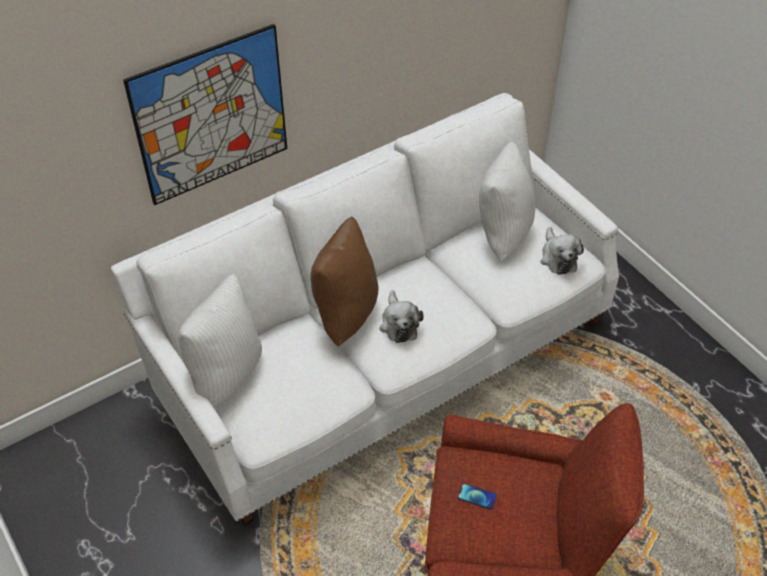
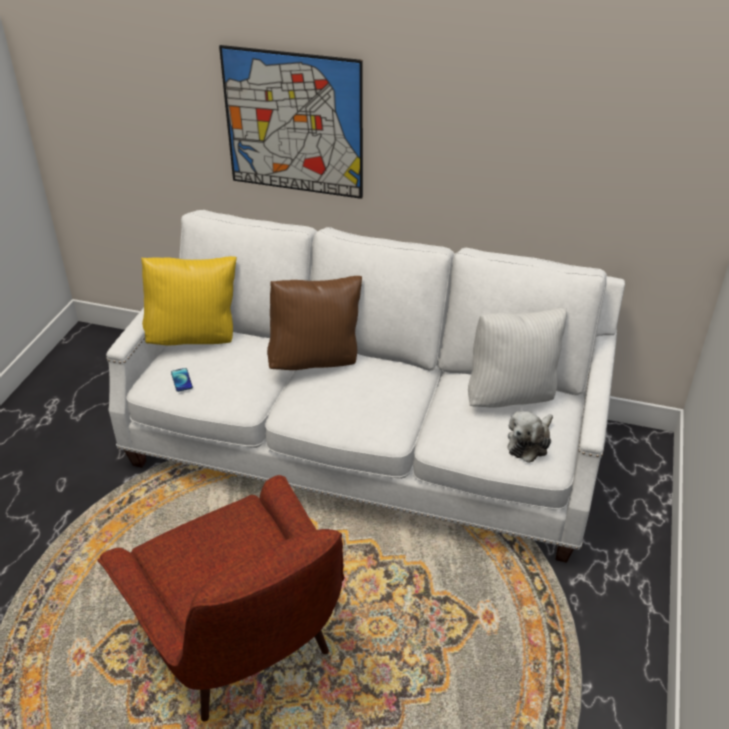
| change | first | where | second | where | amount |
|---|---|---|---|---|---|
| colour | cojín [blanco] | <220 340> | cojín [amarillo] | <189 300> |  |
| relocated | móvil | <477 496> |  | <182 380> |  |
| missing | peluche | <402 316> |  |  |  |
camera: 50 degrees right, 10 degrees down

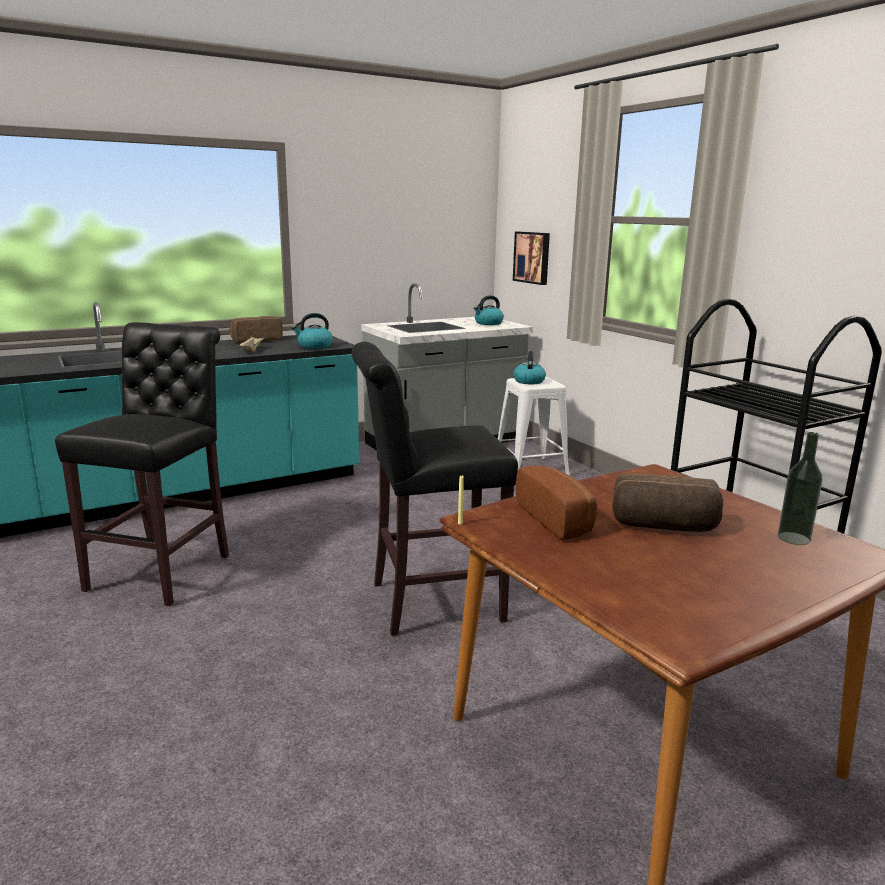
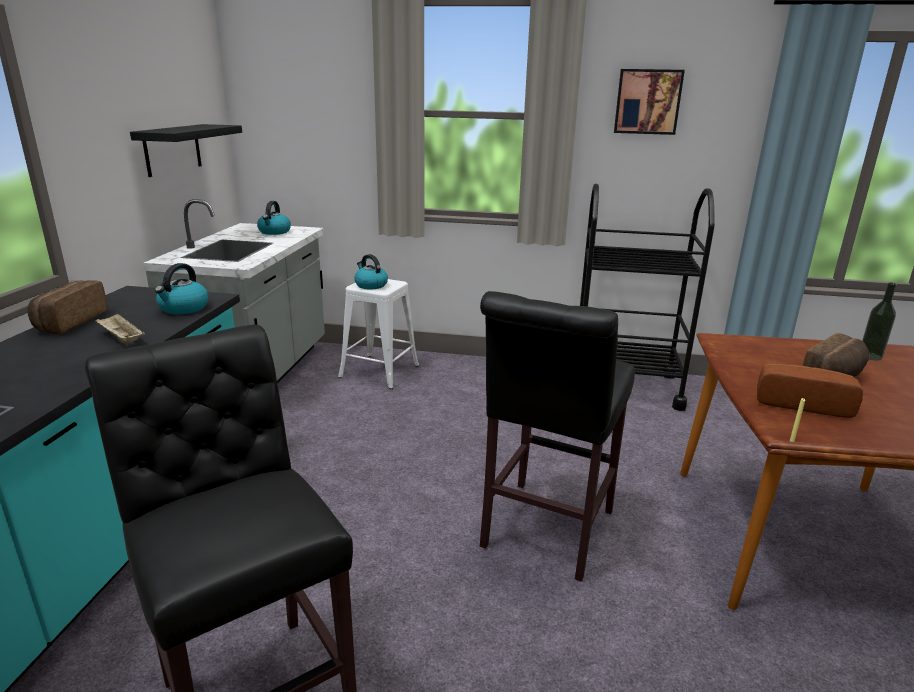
| change | first | where | second | where | amount |
|---|---|---|---|---|---|
| appeared |  |  | estante [negro] | <186 150> |  |
| relocated | cuadro | <531 258> |  | <649 102> |  |
camera: 50 degrees left, 5 degrees up

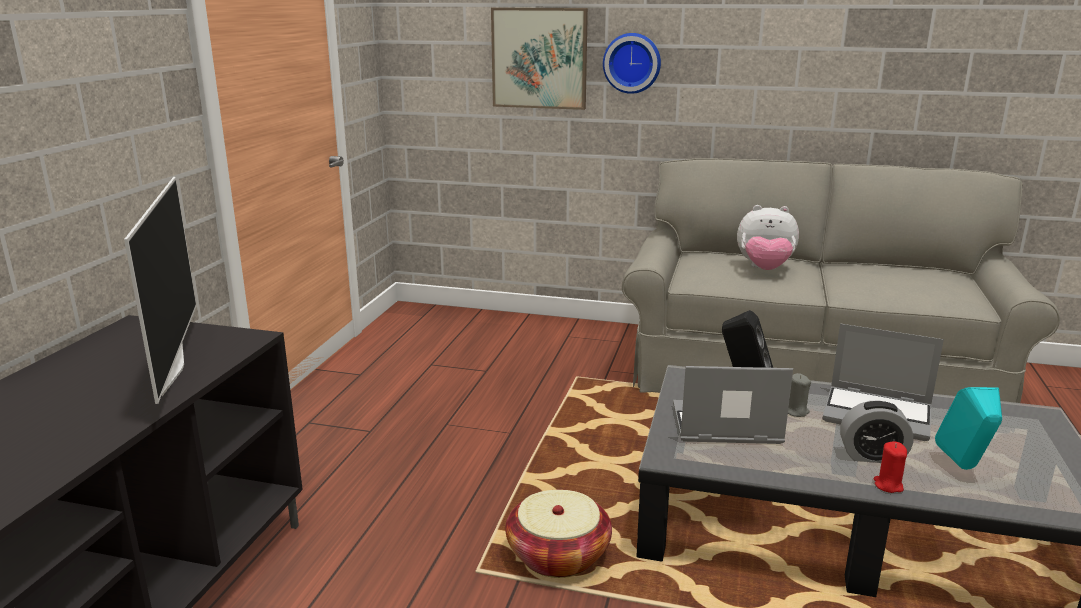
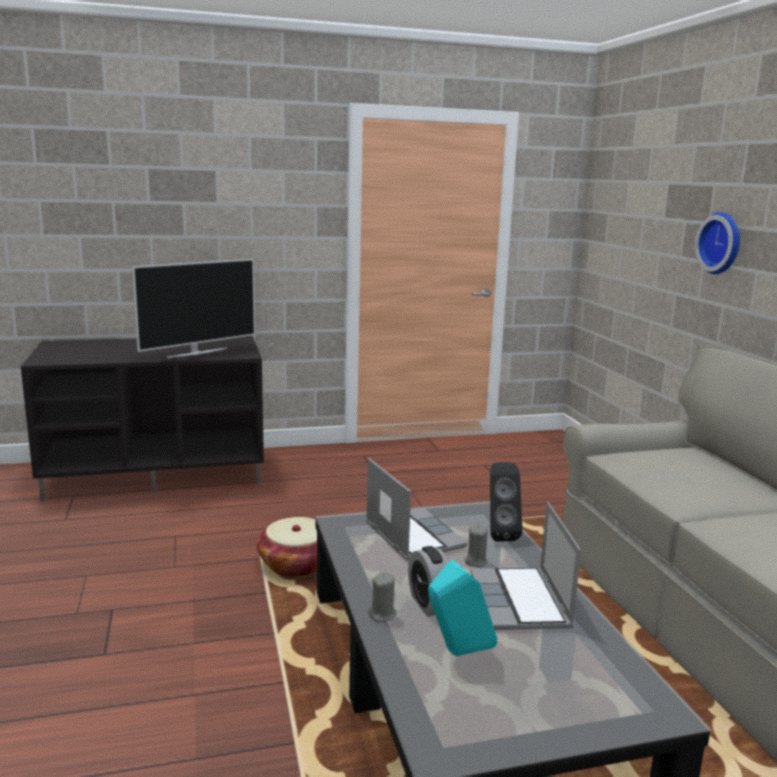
| change | first | where | second | where | amount |
|---|---|---|---|---|---|
| colour | vela [rojo] | <890 467> | vela [gris] | <382 597> |  |
| missing | cuadro | <539 59> |  |  |  |
| missing | peluche | <768 237> |  |  |  |
camera: 60 degrees right, 5 degrees down

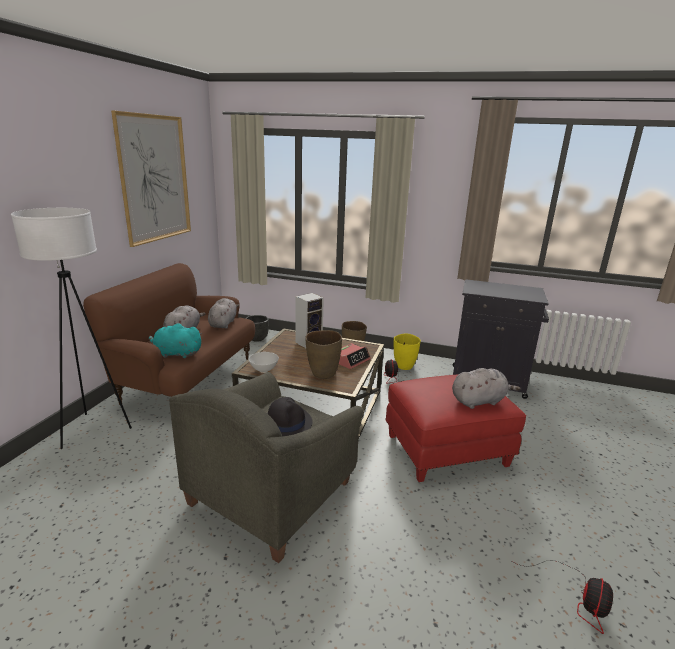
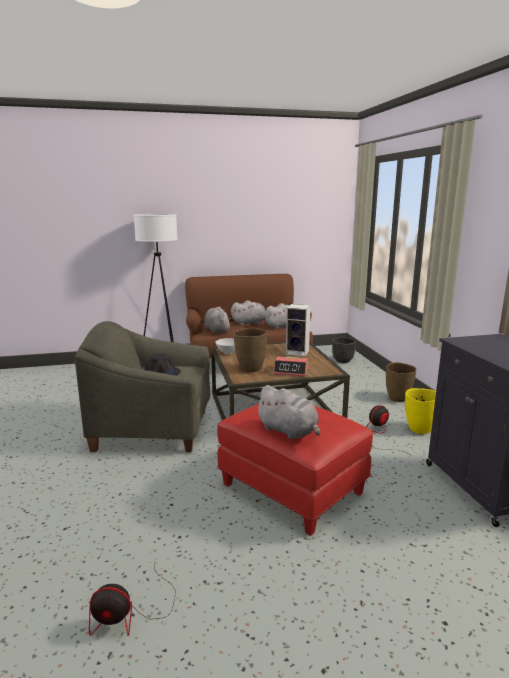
| change | first | where | second | where | amount |
|---|---|---|---|---|---|
| colour | peluche [turquesa] | <176 341> | peluche [gris] | <217 320> |  |
| missing | cuadro | <151 178> |  |  |  |
camera: 60 degrees right, 5 degrees down

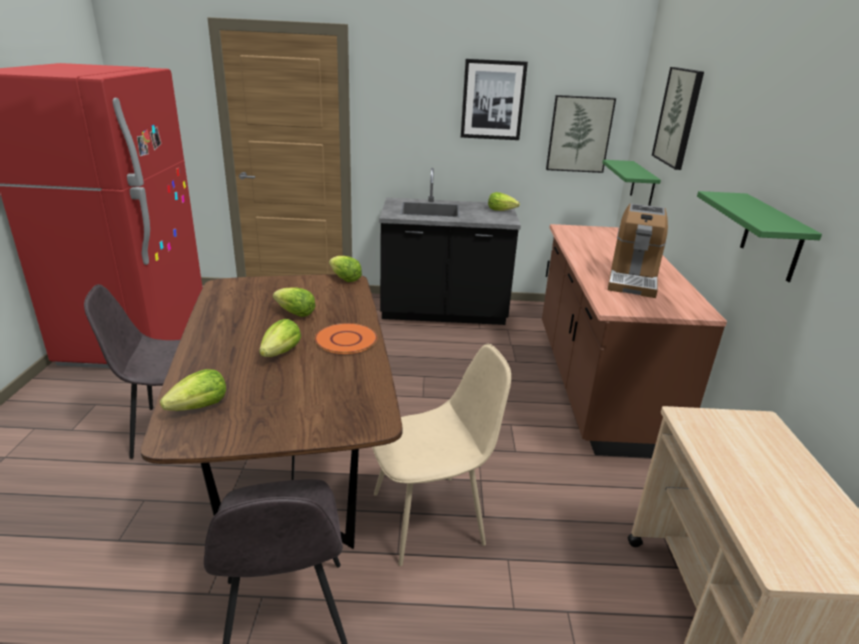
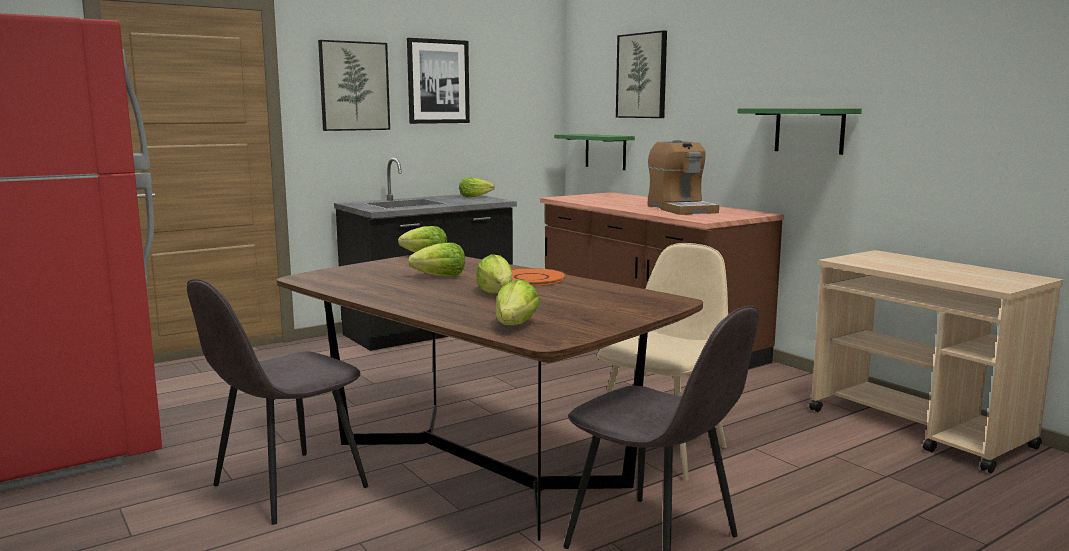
| change | first | where | second | where | amount |
|---|---|---|---|---|---|
| relocated | cuadro | <581 134> |  | <354 85> |  |
camera: 35 degrees left, 15 degrees down

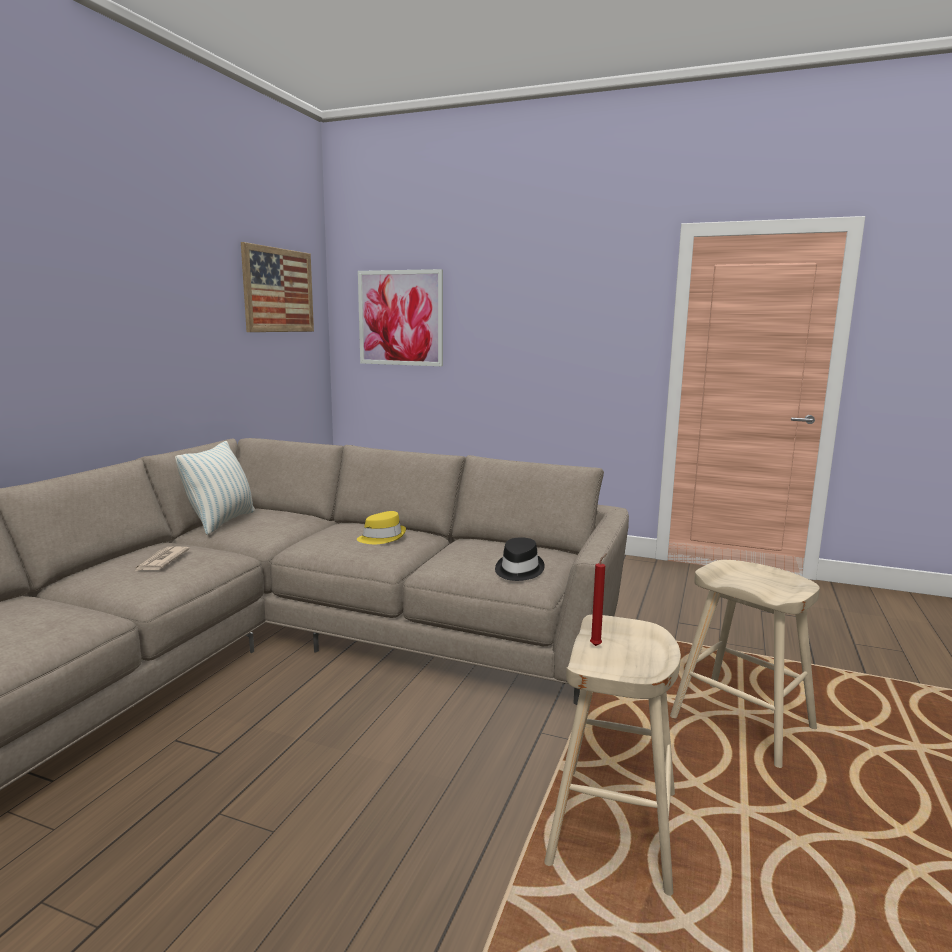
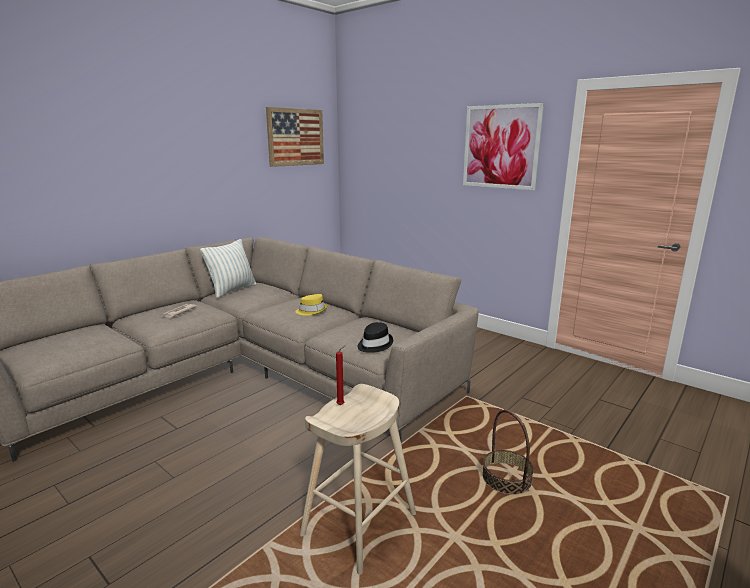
| change | first | where | second | where | amount |
|---|---|---|---|---|---|
| relocated | cuadro | <400 317> |  | <503 146> |  |
| exchanged | taburete [beis] | <745 664> | cesta | <508 452> |  |
camera: 20 degrees right, 5 degrees up

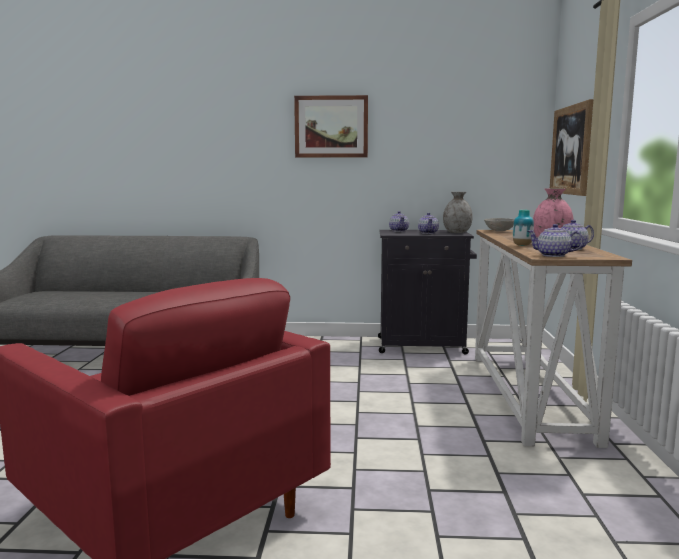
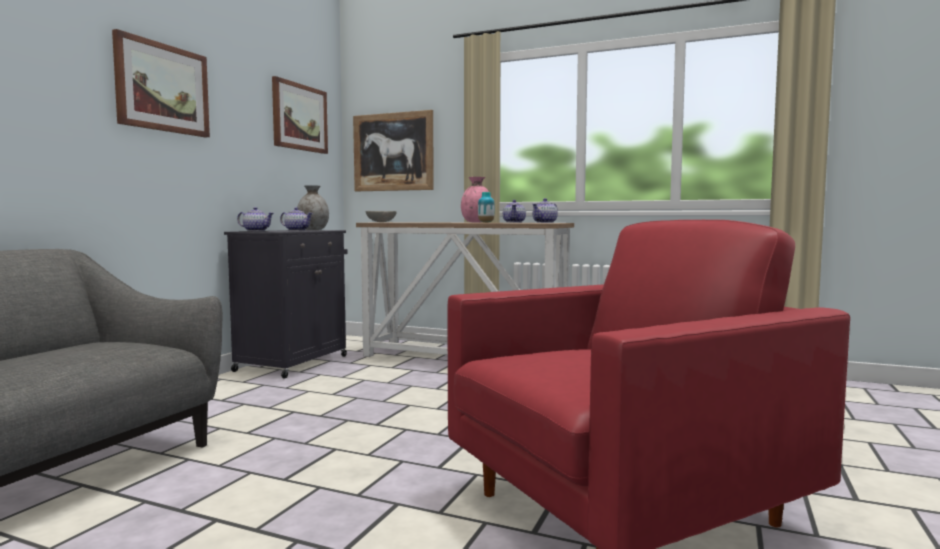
| change | first | where | second | where | amount |
|---|---|---|---|---|---|
| appeared |  |  | cuadro | <300 115> |  |
camera: 70 degrees left, 5 degrees down

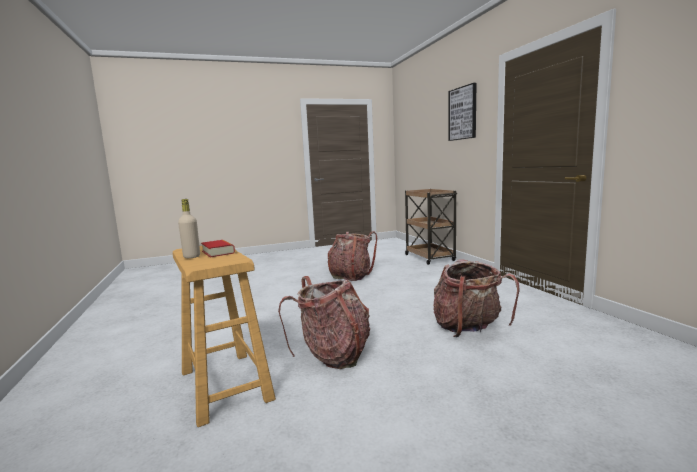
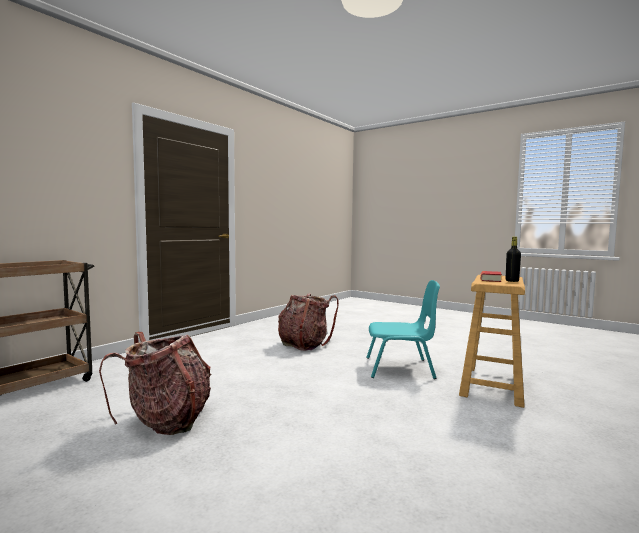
| change | first | where | second | where | amount |
|---|---|---|---|---|---|
| exchanged | mochila | <324 322> | silla [turquesa] | <403 329> |  |
| colour | botella [beis] | <189 228> | botella [negro] | <513 259> |  |
| missing | cuadro | <462 112> |  |  |  |
camera: 125 degrees left, 5 degrees down

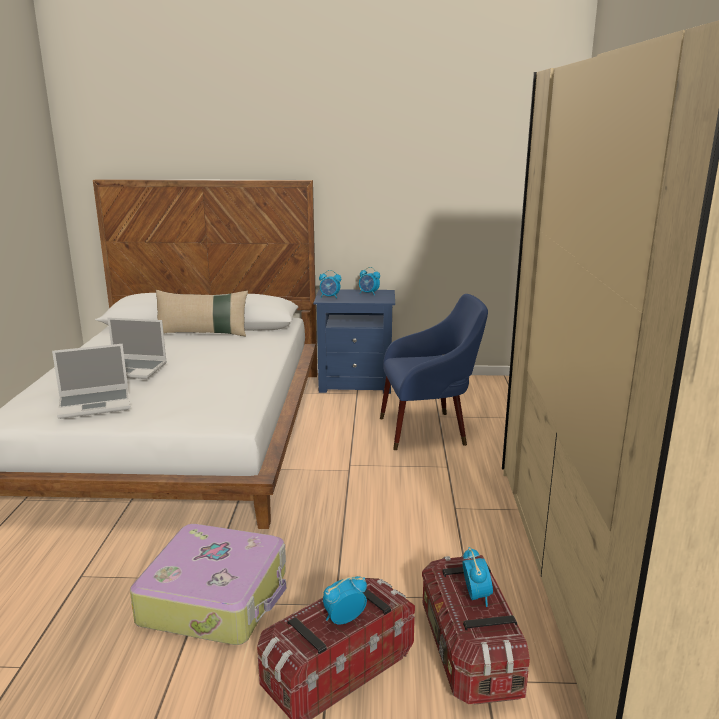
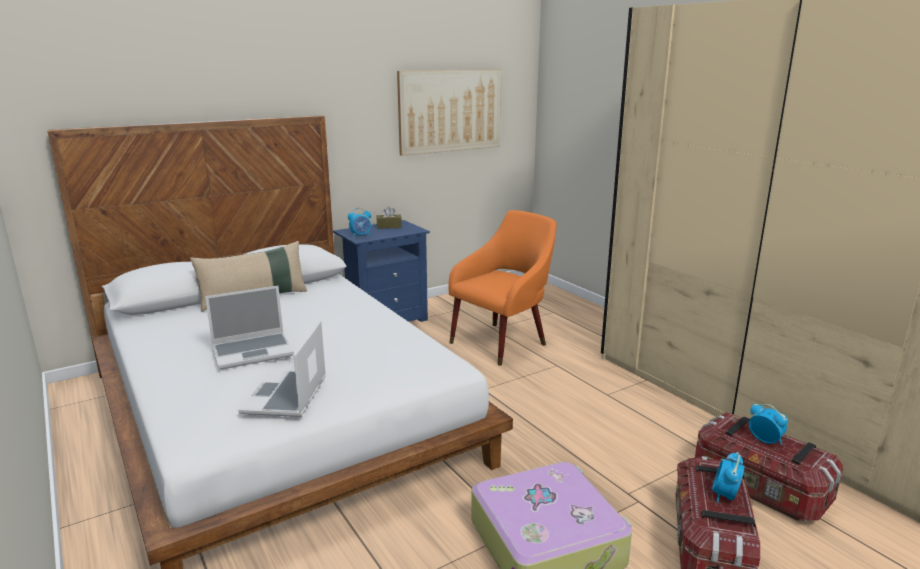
| change | first | where | second | where | amount |
|---|---|---|---|---|---|
| spun | portátil | <91 381> |  | <282 369> | 150 degrees clockwise |
| exchanged | despertador | <369 281> | caja de pañuelos [marrón] | <389 217> |  |
| appeared |  |  | cuadro | <449 112> |  |
| colour | sillón [azul] | <434 372> | sillón [naranja] | <503 288> |  |
camera: 35 degrees left, 0 degrees up

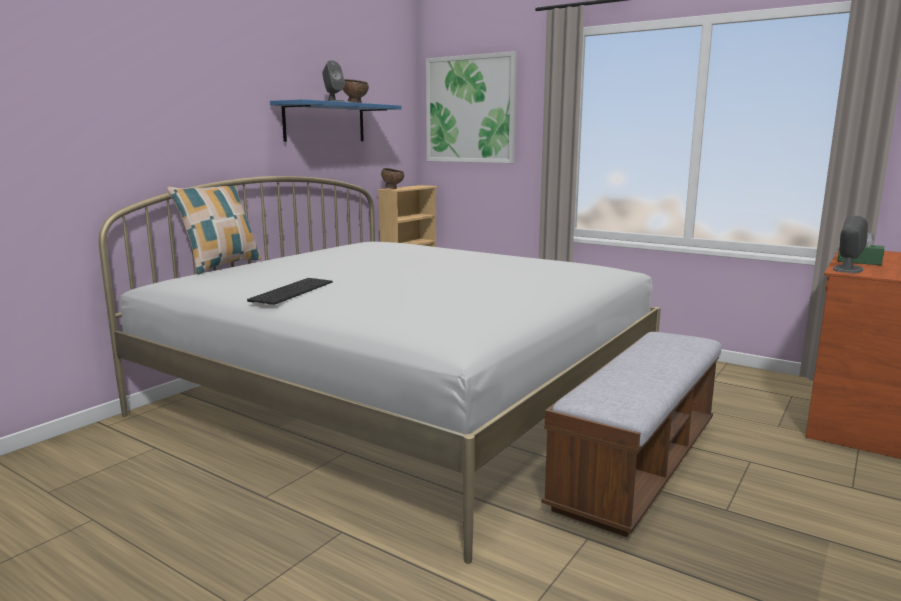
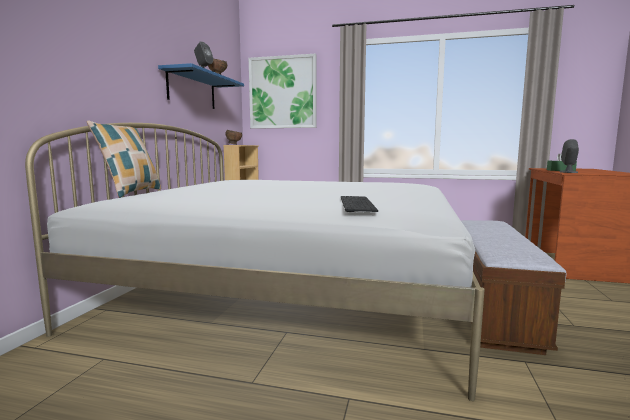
| change | first | where | second | where | amount |
|---|---|---|---|---|---|
| relocated | teclado | <290 291> |  | <359 204> |  |
camera: 20 degrees left, 5 degrees down

